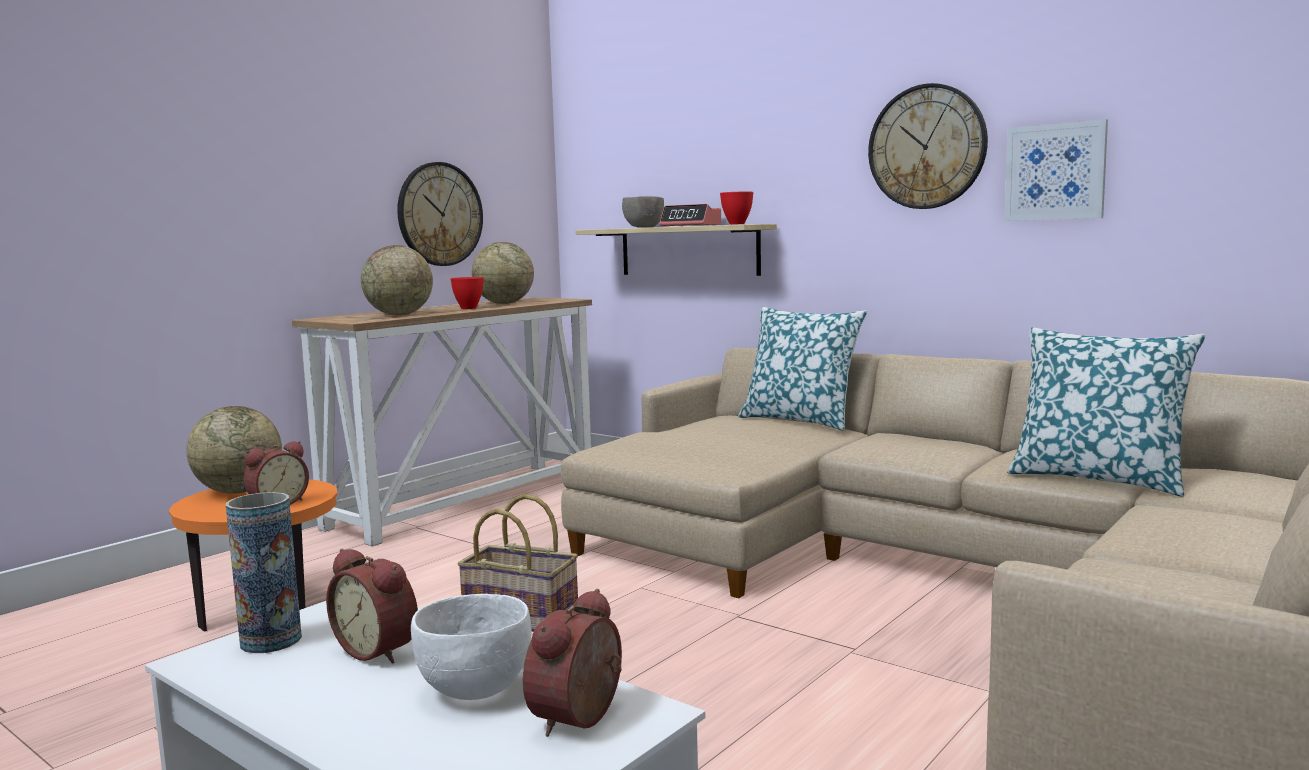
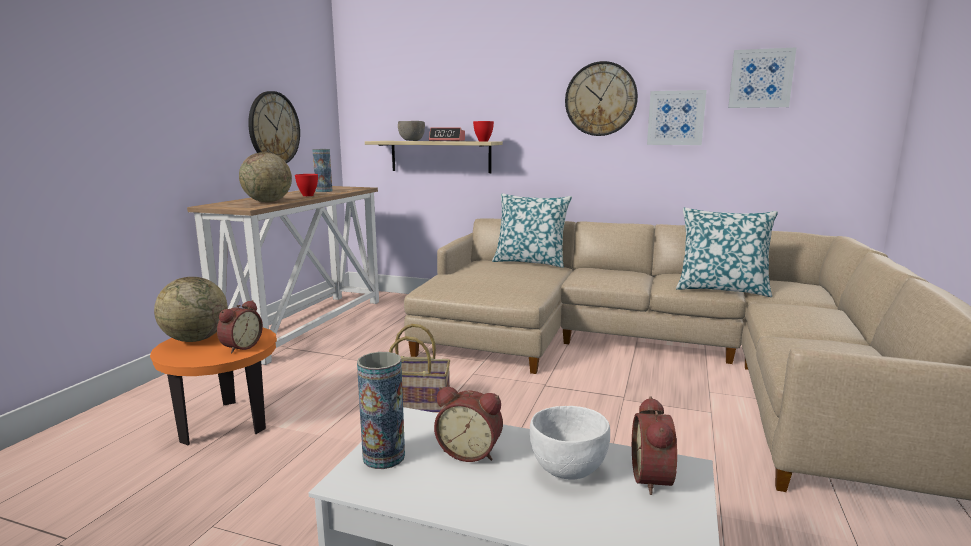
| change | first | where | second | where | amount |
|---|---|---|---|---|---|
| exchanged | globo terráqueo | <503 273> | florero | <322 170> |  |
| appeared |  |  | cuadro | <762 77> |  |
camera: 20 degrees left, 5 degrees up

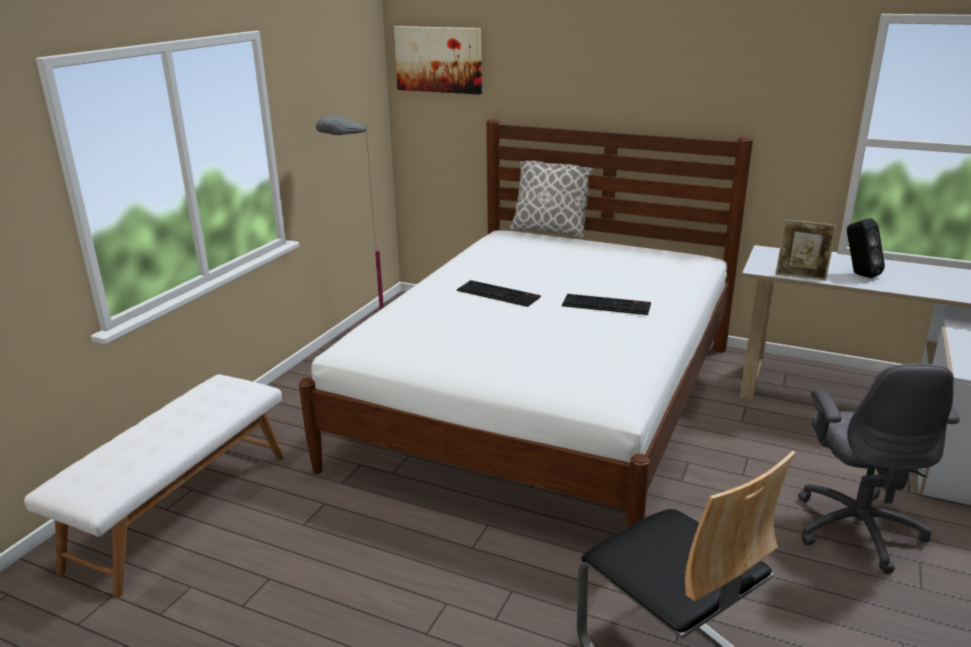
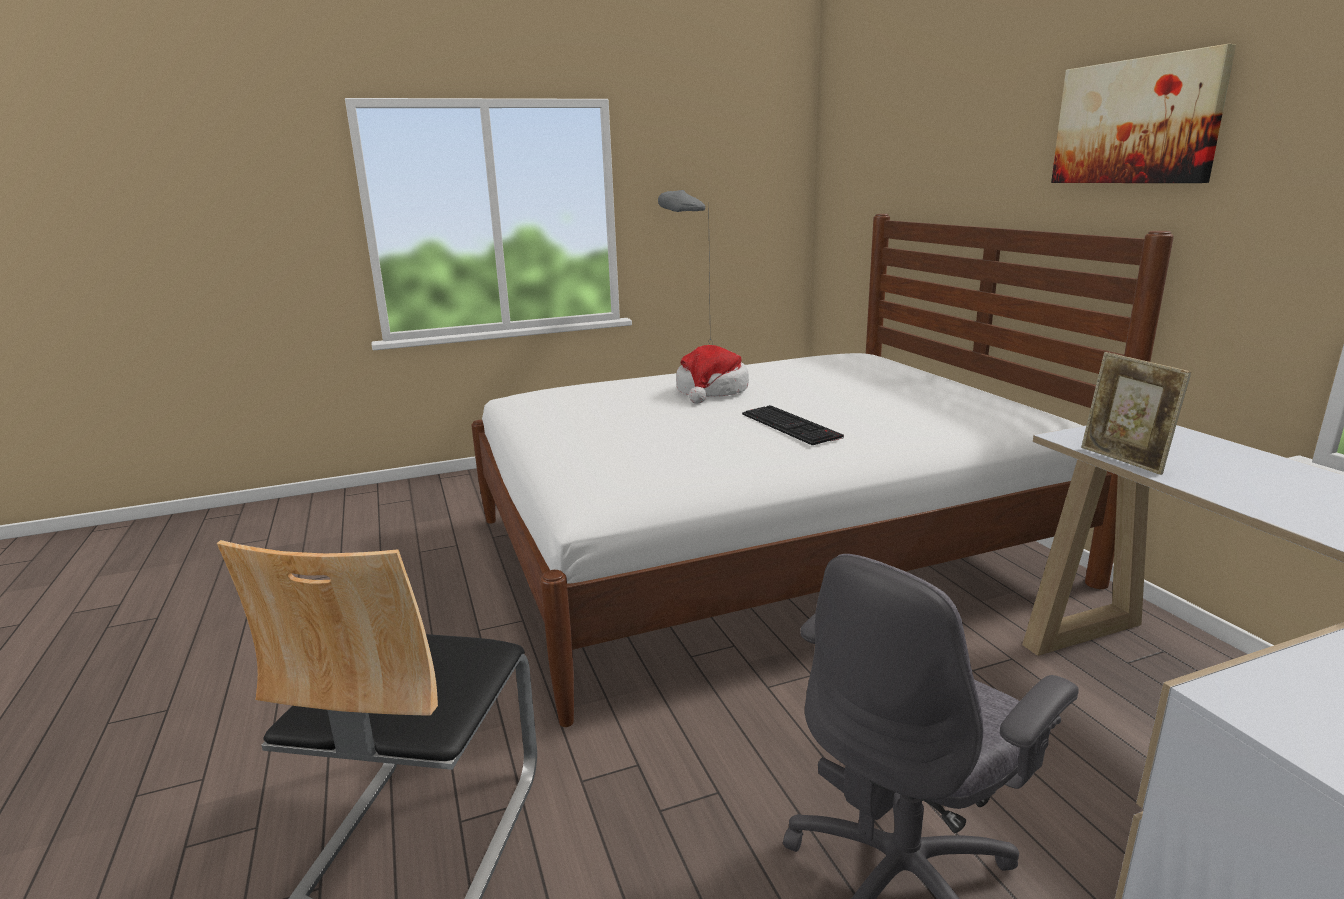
| change | first | where | second | where | amount |
|---|---|---|---|---|---|
| exchanged | teclado | <499 293> | sombrero | <712 374> |  |
| relocated | cuadro | <438 60> |  | <1143 113> |  |
| missing | banco [blanco] | <154 486> |  |  |  |
| missing | cojín | <551 199> |  |  |  |
| missing | altavoz [negro] | <866 248> |  |  |  |
camera: 45 degrees right, 5 degrees down

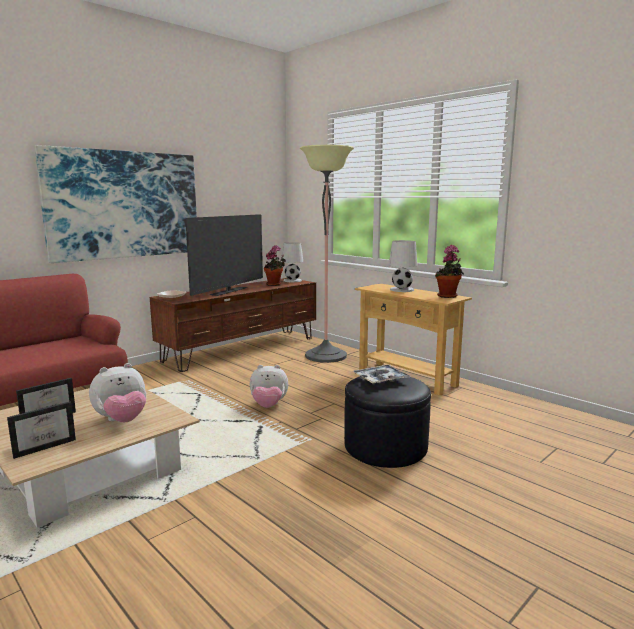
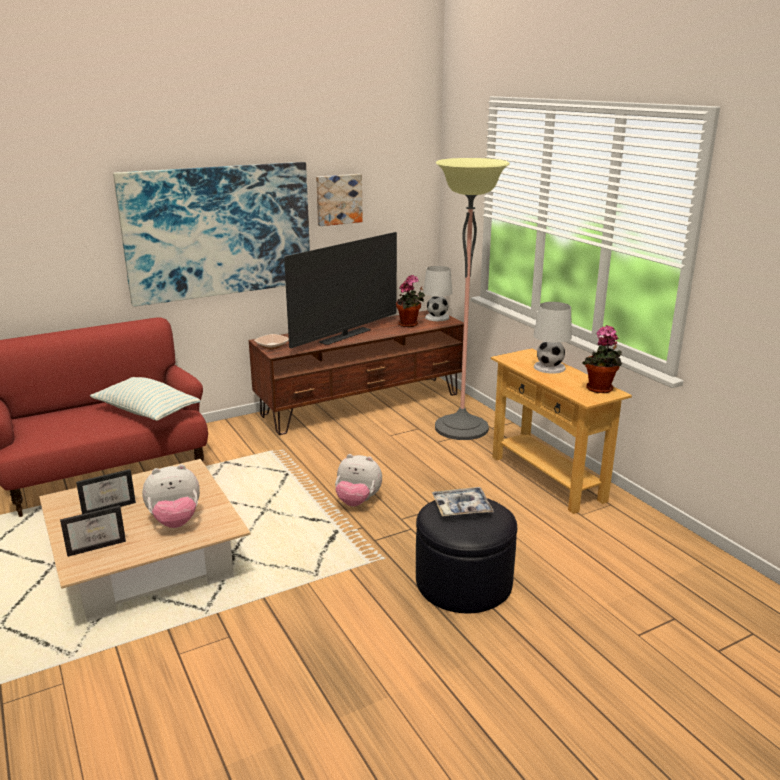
| change | first | where | second | where | amount |
|---|---|---|---|---|---|
| appeared |  |  | cojín | <145 399> |  |
| appeared |  |  | cuadro | <339 200> |  |
camera: 15 degrees right, 10 degrees up

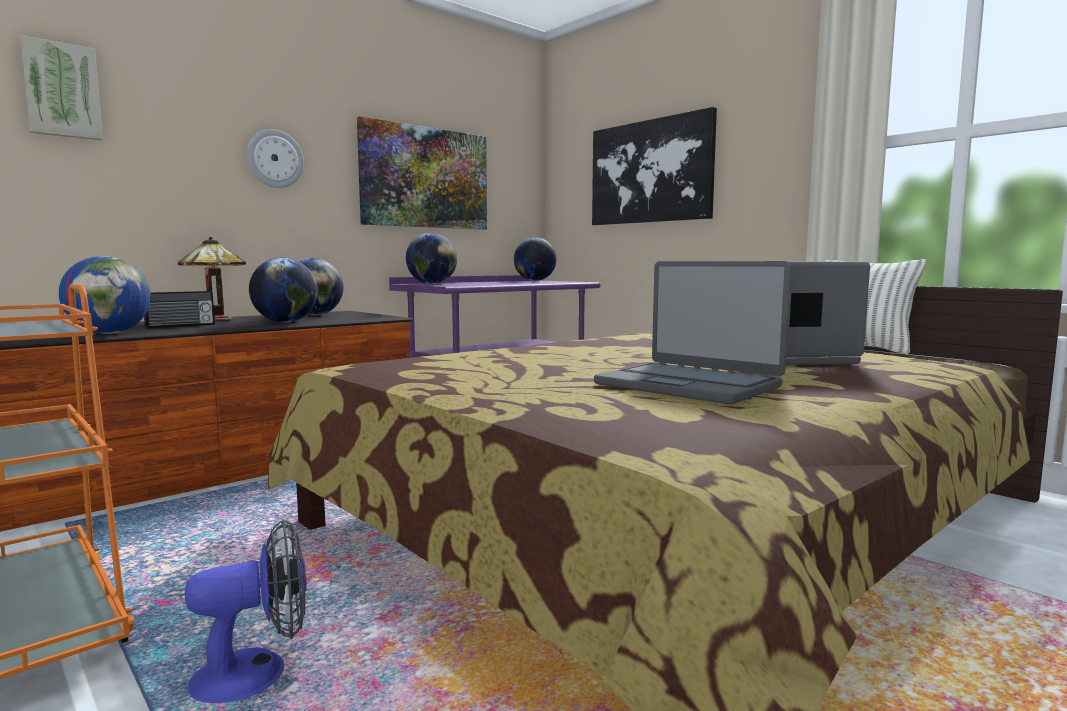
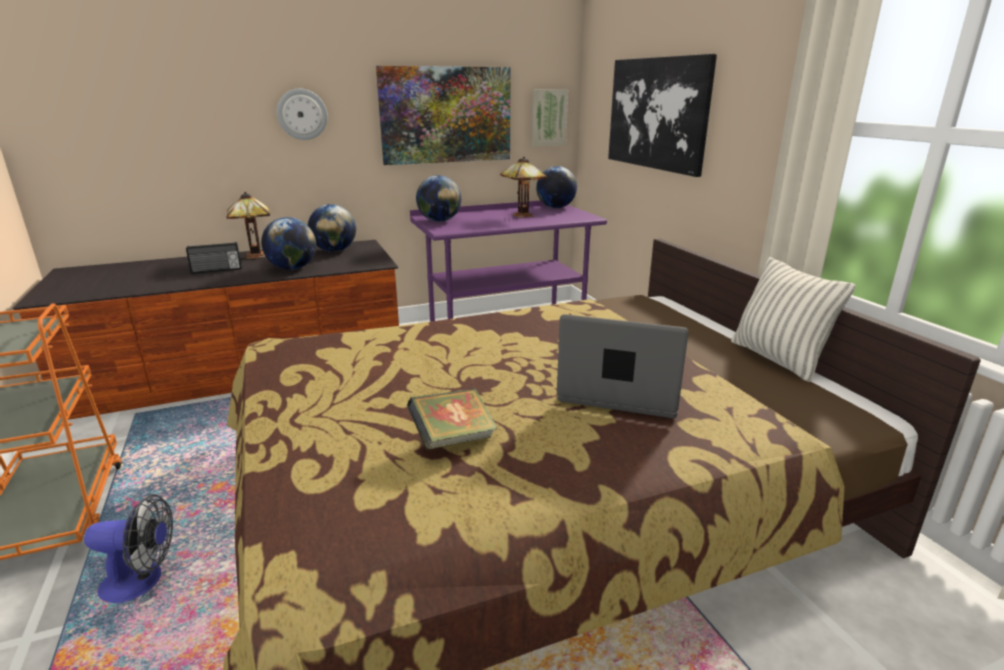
| change | first | where | second | where | amount |
|---|---|---|---|---|---|
| exchanged | portátil | <692 332> | libro | <452 419> |  |
| appeared |  |  | lámpara de mesa | <523 187> |  |
| relocated | cuadro | <61 87> |  | <550 118> |  |
| missing | globo terráqueo | <105 295> |  |  |  |
camera: 20 degrees right, 15 degrees up

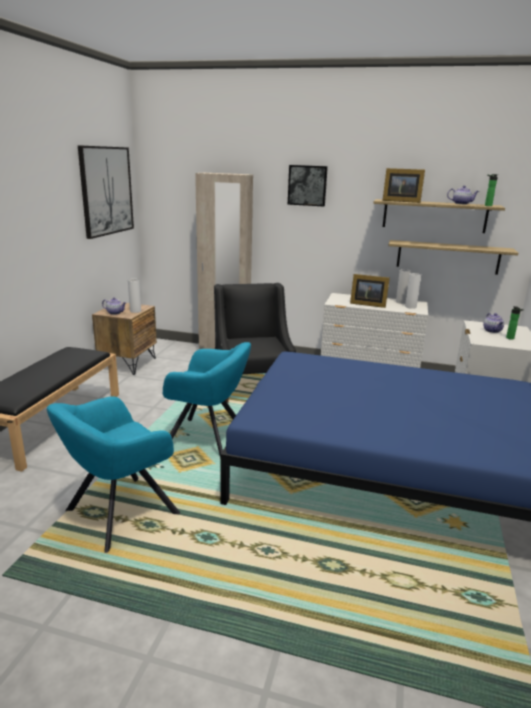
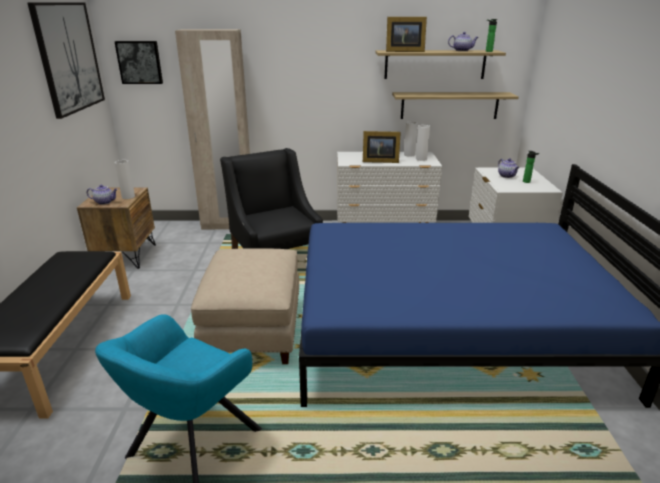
| change | first | where | second | where | amount |
|---|---|---|---|---|---|
| relocated | cuadro | <308 185> |  | <138 62> |  |
| exchanged | sillón [turquesa] | <207 398> | puf [beis] | <245 306> |  |
camera: 15 degrees left, 5 degrees up

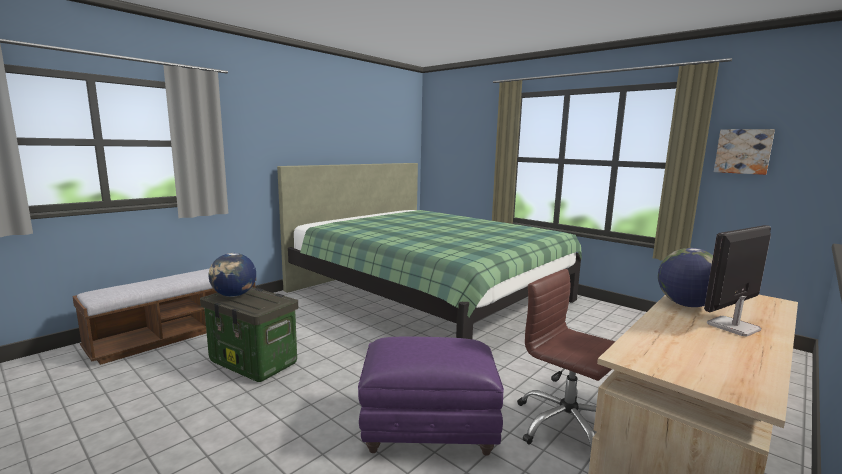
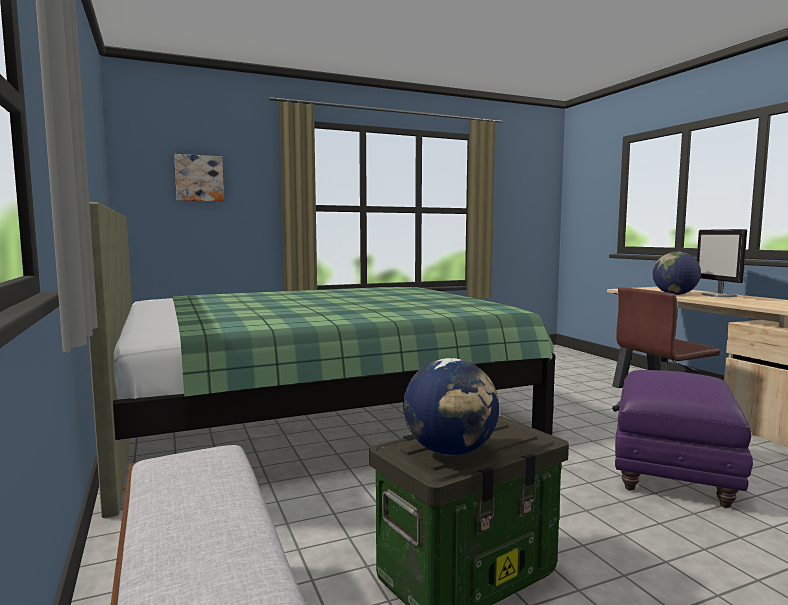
| change | first | where | second | where | amount |
|---|---|---|---|---|---|
| relocated | cuadro | <744 152> |  | <199 178> |  |
camera: 65 degrees left, 5 degrees down

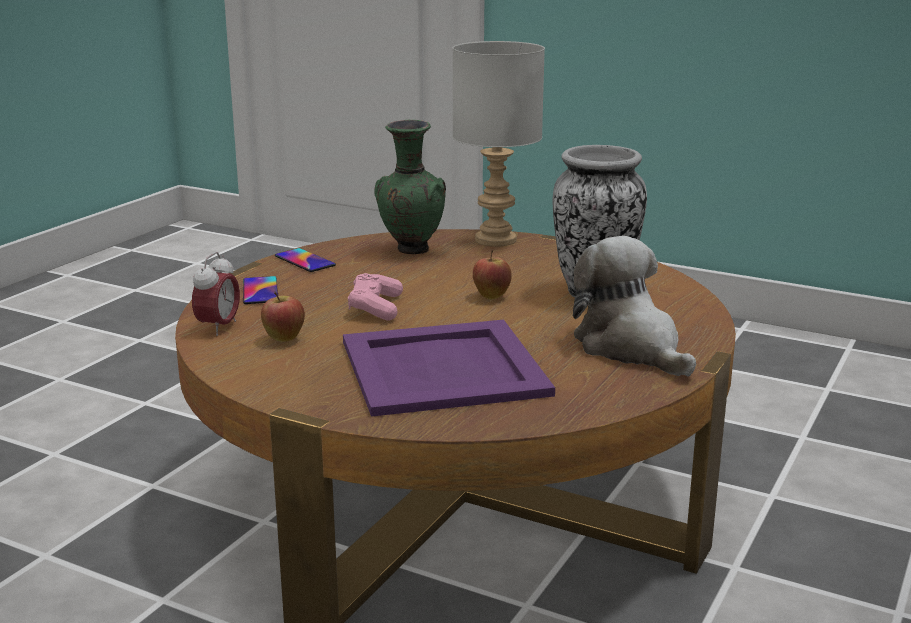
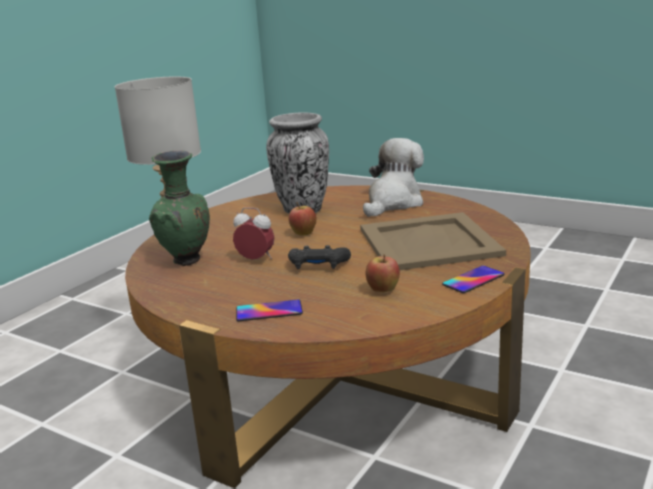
| change | first | where | second | where | amount |
|---|---|---|---|---|---|
| relocated | despertador | <216 294> |  | <253 233> |  |
| colour | mando de consola [rosa] | <375 296> | mando de consola [negro] | <319 257> |  |
| colour | bandeja [morado] | <449 368> | bandeja [beis] | <433 241> |  |
| spun | peluche | <634 306> |  | <393 177> | 150 degrees clockwise |
| relocated | móvil | <305 260> |  | <473 279> |  |
camera: 85 degrees left, 0 degrees up

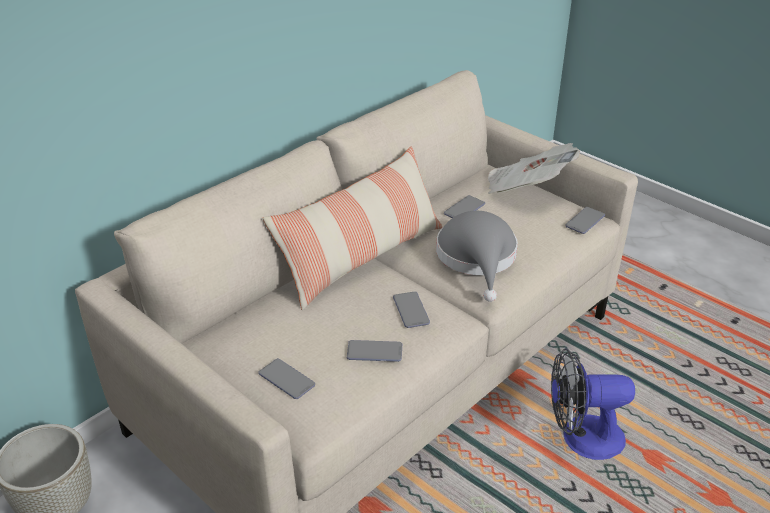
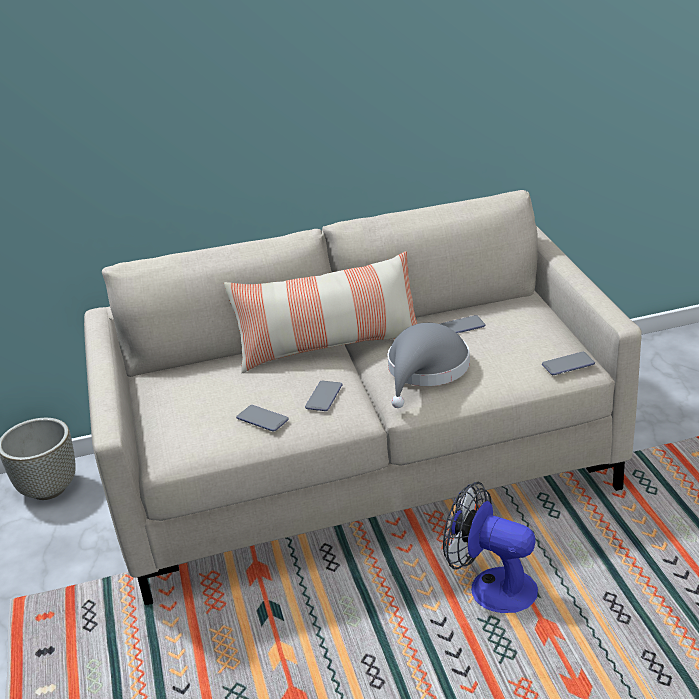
| change | first | where | second | where | amount |
|---|---|---|---|---|---|
| missing | móvil | <286 378> |  |  |  |
| missing | periódico | <534 168> |  |  |  |
camera: 35 degrees right, 5 degrees down

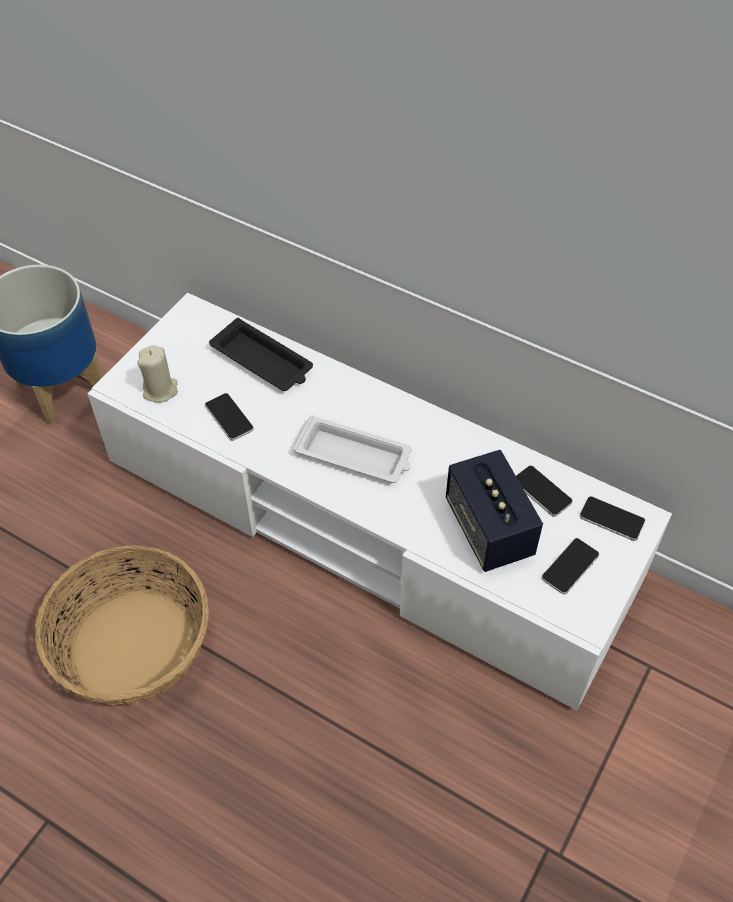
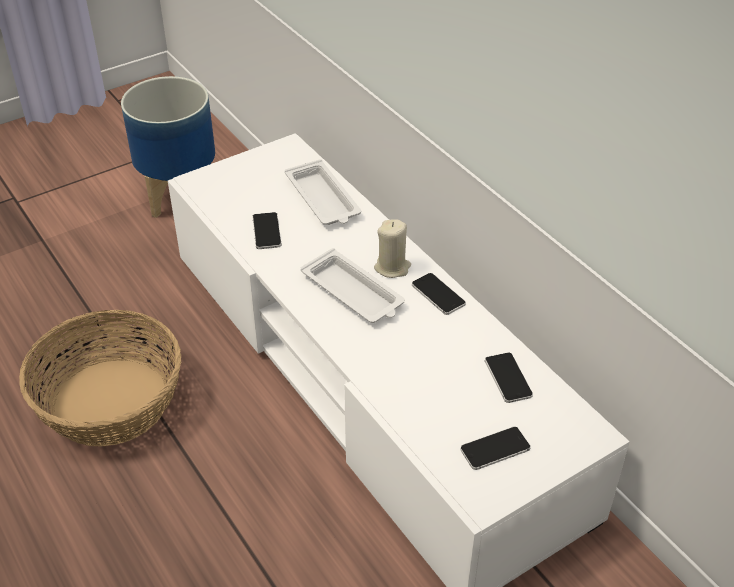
| change | first | where | second | where | amount |
|---|---|---|---|---|---|
| colour | bandeja [negro] | <261 354> | bandeja [blanco] | <323 192> |  |
| relocated | vela [beis] | <157 374> |  | <392 248> |  |
| relocated | móvil | <612 518> |  | <439 294> |  |
| missing | altavoz | <494 511> |  |  |  |
camera: 25 degrees right, 10 degrees down

